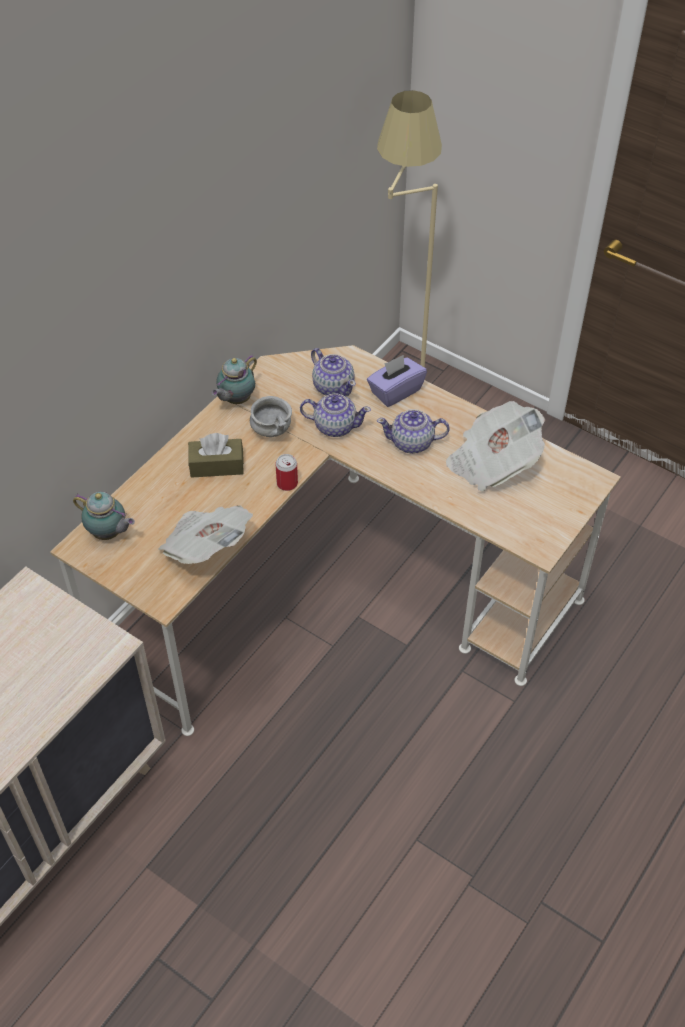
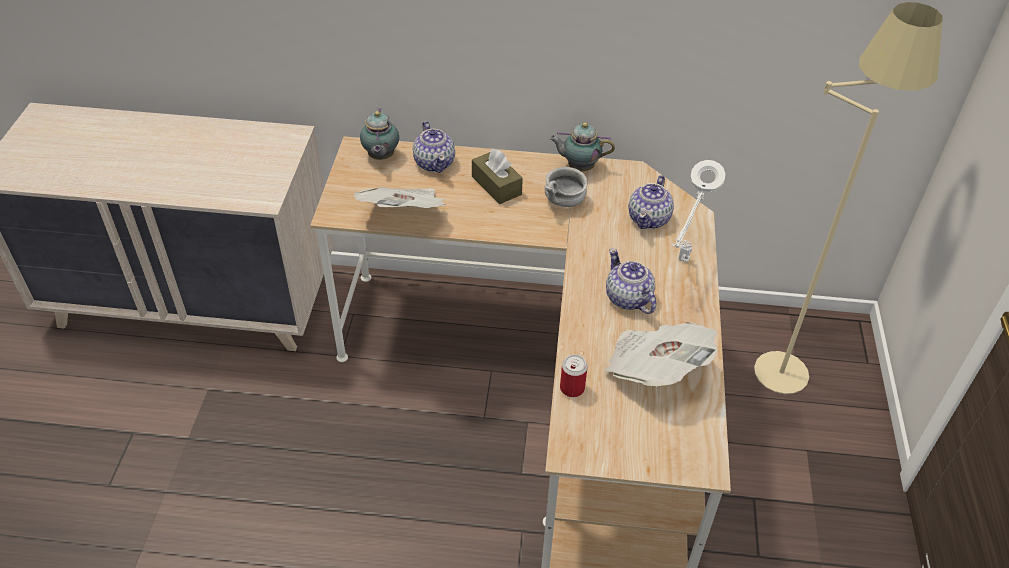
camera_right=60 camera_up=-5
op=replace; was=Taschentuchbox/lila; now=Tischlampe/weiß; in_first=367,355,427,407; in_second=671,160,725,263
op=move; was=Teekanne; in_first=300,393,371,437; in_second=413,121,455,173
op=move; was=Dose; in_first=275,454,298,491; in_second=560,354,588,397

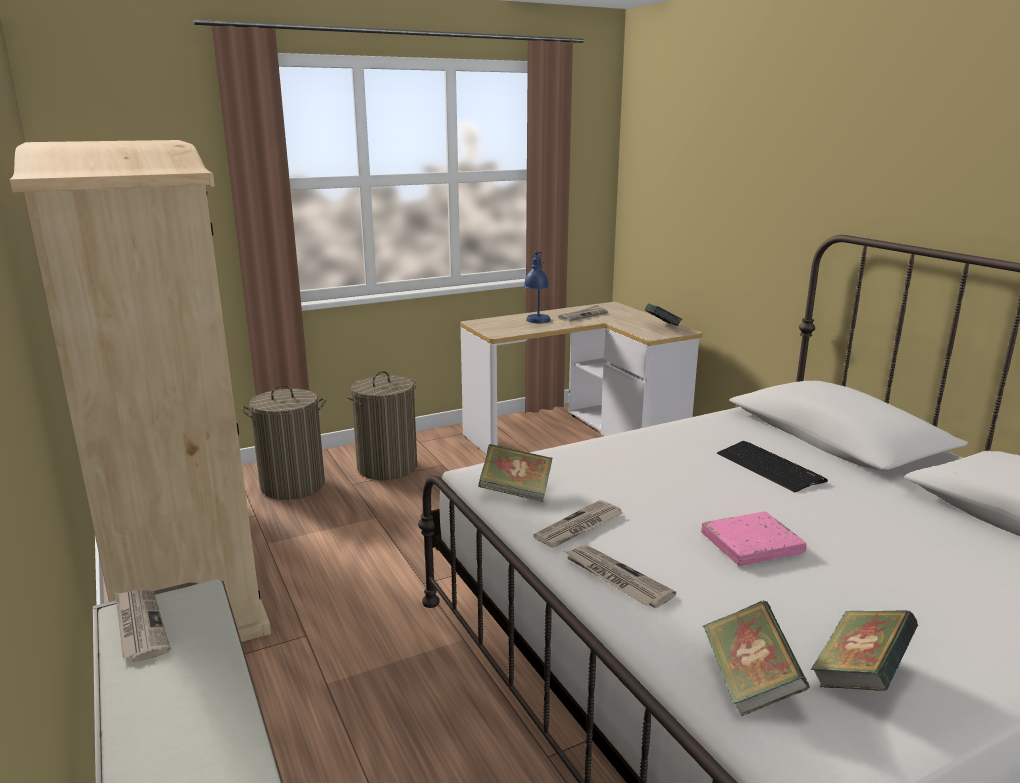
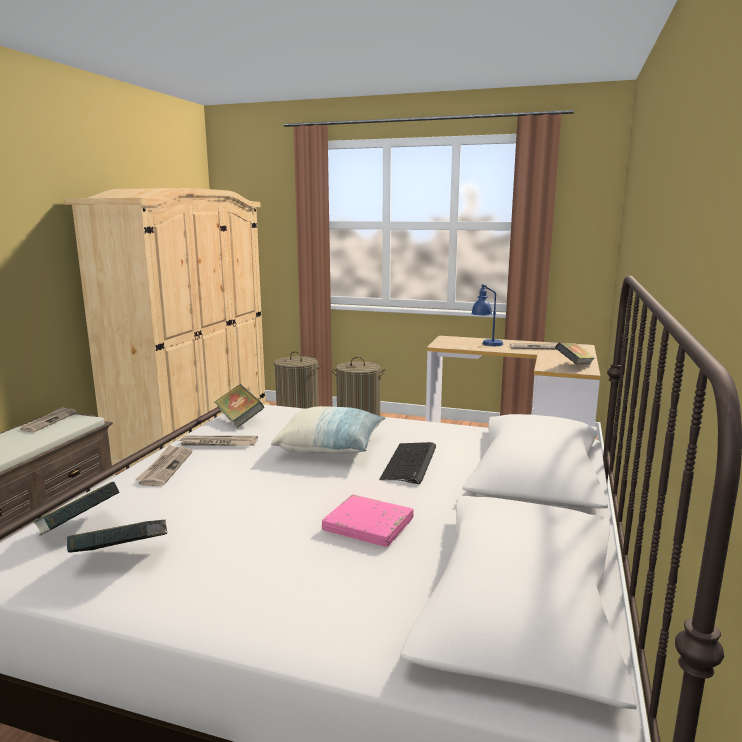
camera_right=45 camera_up=-5
op=move; was=Buch/rosa; in_first=701,512,807,566; in_second=322,495,414,547
op=insert; now=Kissen; in_second=271,406,385,454

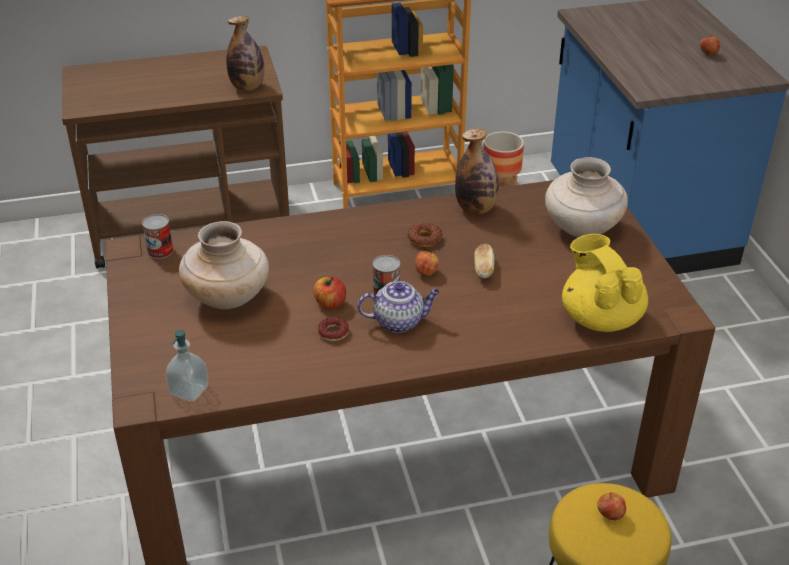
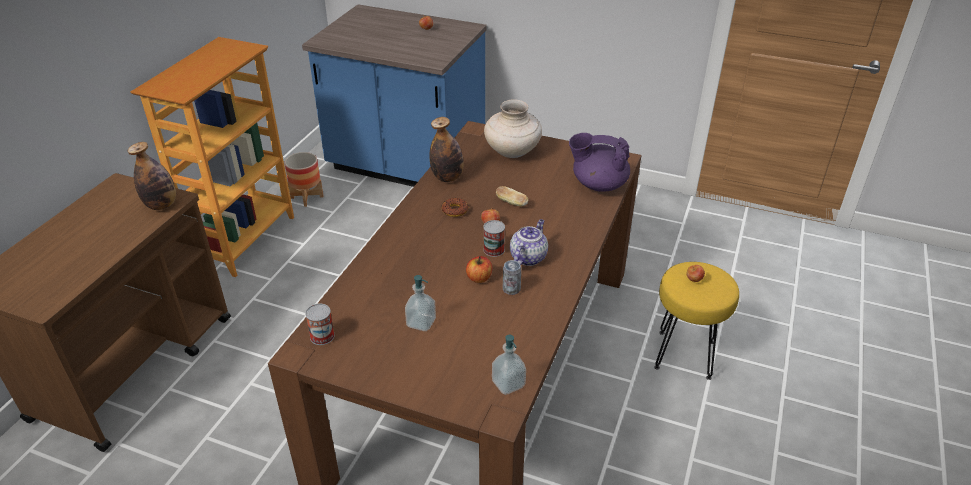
camera_right=-55 camera_up=0
op=replace; was=Vase/beige; now=Seifenspender; in_first=179,221,269,309; in_second=405,275,436,331
op=recolor; was=Teekanne/gelb; now=Teekanne/lila; in_first=562,234,648,332; in_second=569,133,630,192
op=replace; was=Donut; now=Dose; in_first=318,317,349,341; in_second=503,260,521,295

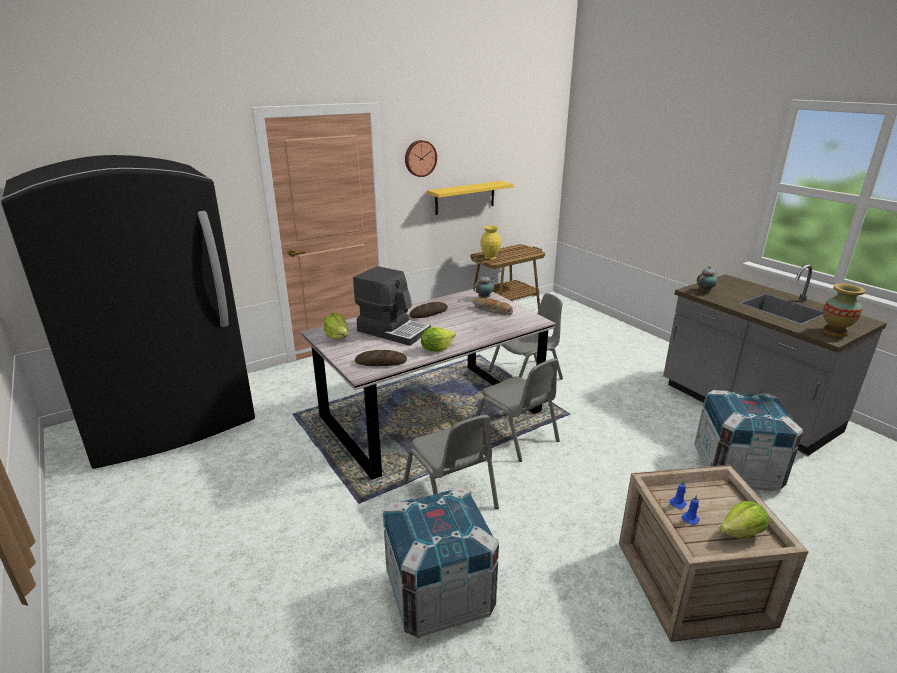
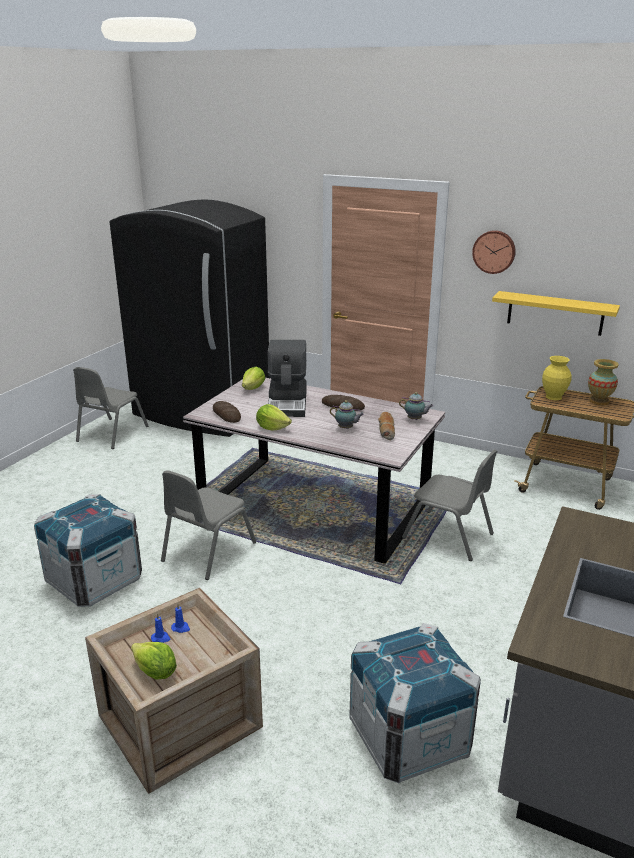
camera_right=60 camera_up=0
op=move; was=Teekanne; in_first=697,266,717,292; in_second=330,400,364,429
op=move; was=Vase; in_first=823,284,865,337; in_second=588,359,618,405
op=move; was=Stuhl/grau; in_first=475,358,560,462; in_second=73,367,149,449

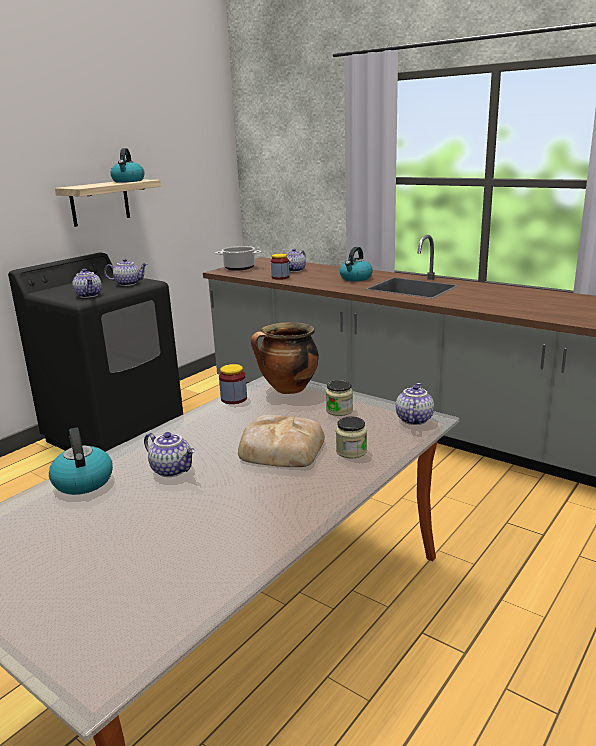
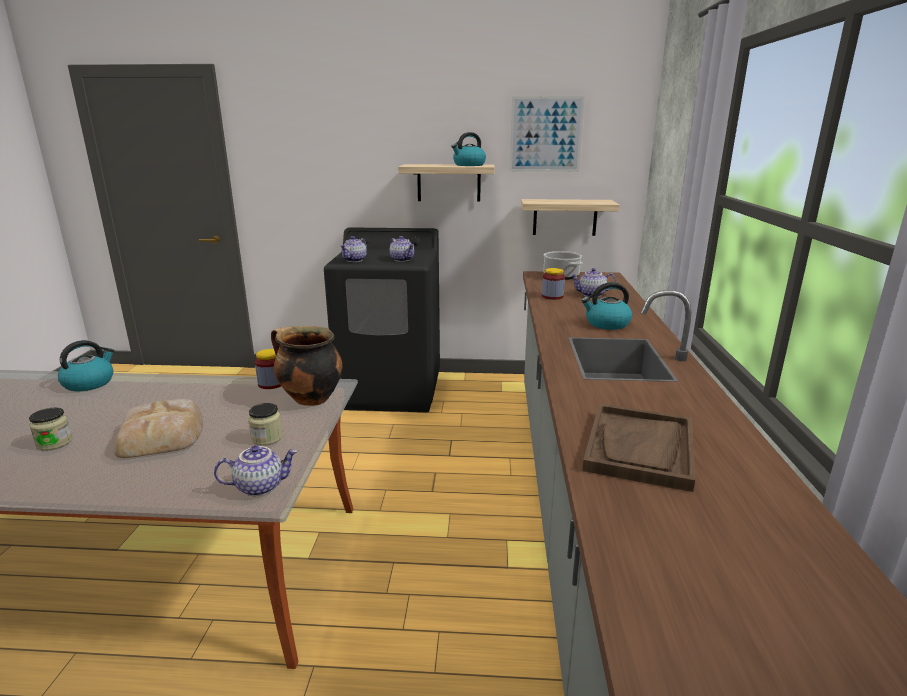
camera_right=55 camera_up=0
op=move; was=Vorratsglas; in_first=336,416,367,459; in_second=29,408,73,451
op=delete; was=Teekanne; in_first=144,432,195,477
op=insert; now=Bild; in_second=510,96,585,172
op=insert; now=Wandregal; in_second=521,199,620,236
op=insert; now=Tablett/braun; in_second=582,404,695,492

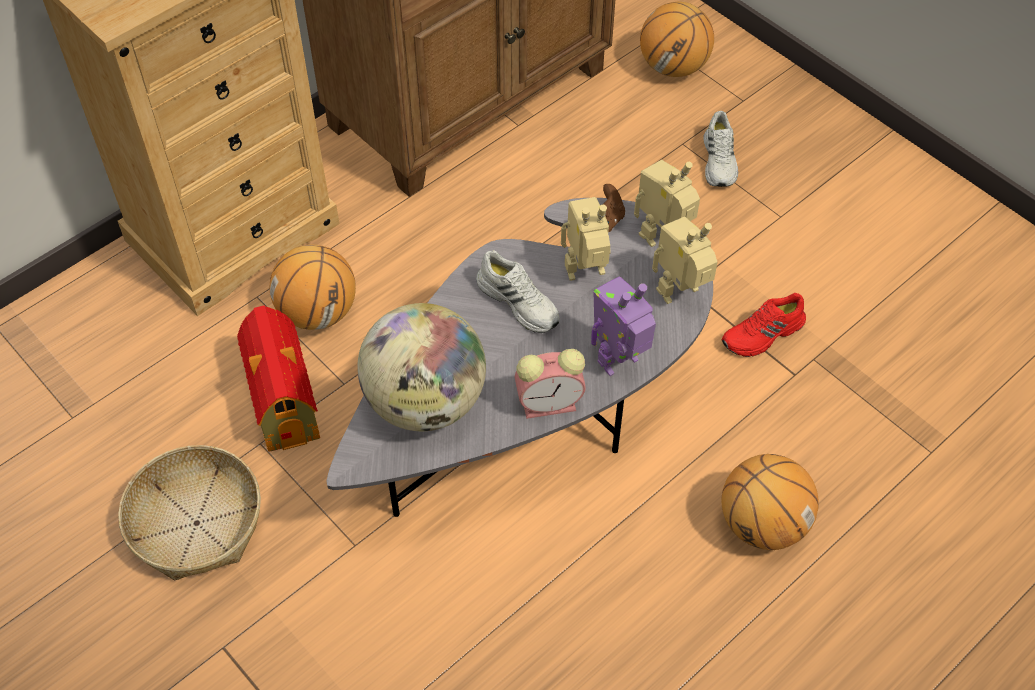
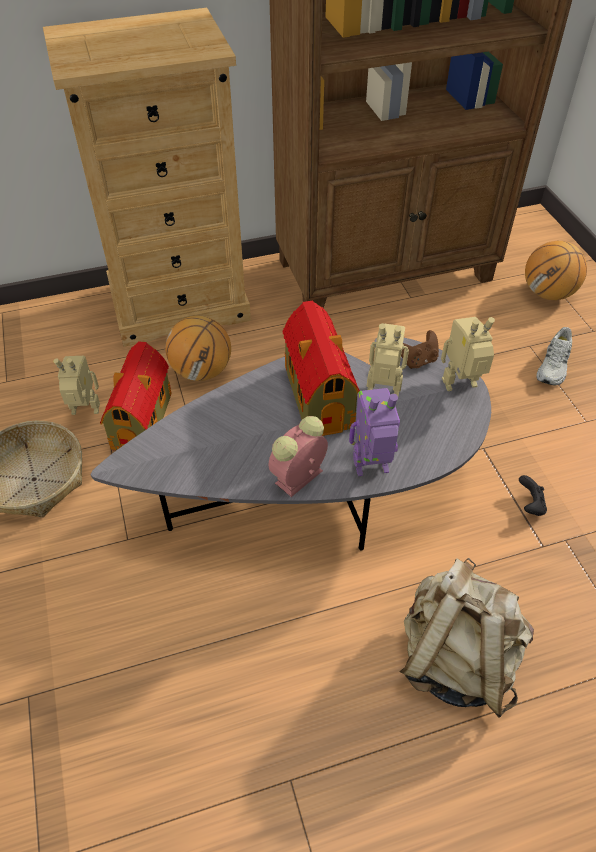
camera_right=25 camera_up=-5
op=move; was=Spielzeugroboter; in_first=652,217,718,304; in_second=53,356,100,415
op=replace; was=Schuh/weiß; now=Spielzeughaus; in_first=476,250,560,333; in_second=283,300,360,436
op=replace; was=Schuh/rot; now=Gamepad/schwarz; in_first=722,293,806,357; in_second=519,475,547,516
op=delete; was=Globus; in_first=357,303,486,431
op=rotate; was=Wecker; in_first=515,349,586,419; in_second=269,416,328,497; clockwise=120
op=replace; was=Basketball; now=Rucksack/beige; in_first=722,454,819,550; in_second=399,558,534,718

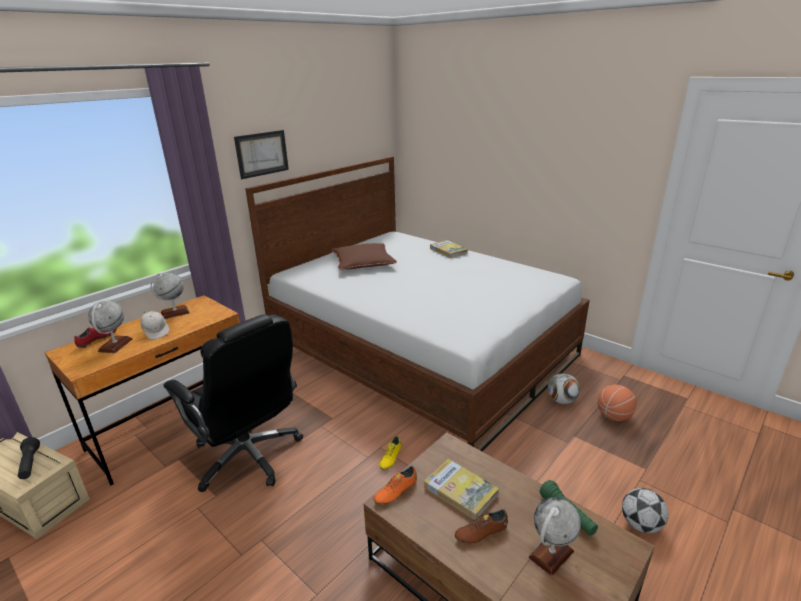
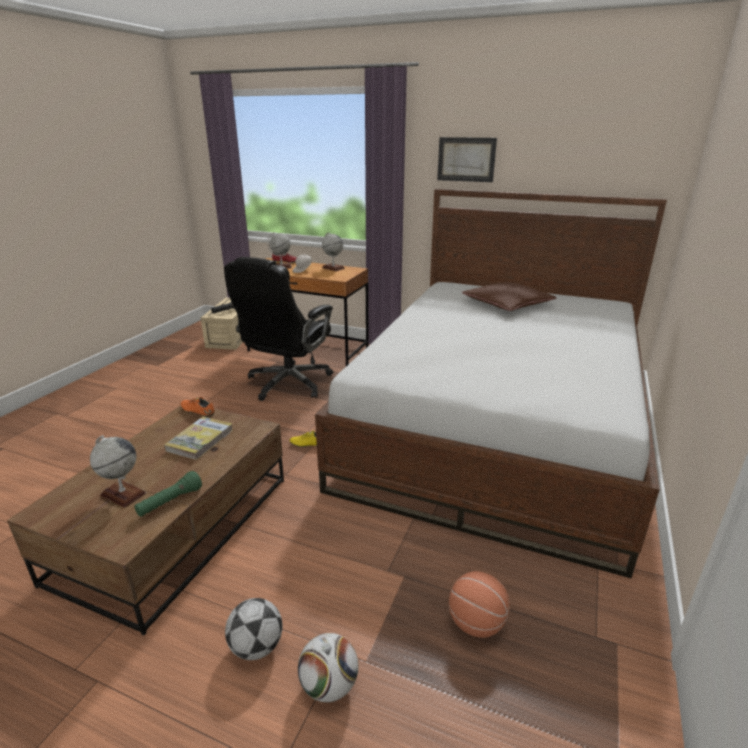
camera_right=70 camera_up=0
op=delete; was=Buch; in_first=430,240,468,258
op=move; was=Fußball; in_first=548,373,580,404; in_second=298,633,358,702
op=delete; was=Schuh/braun; in_first=455,509,508,544

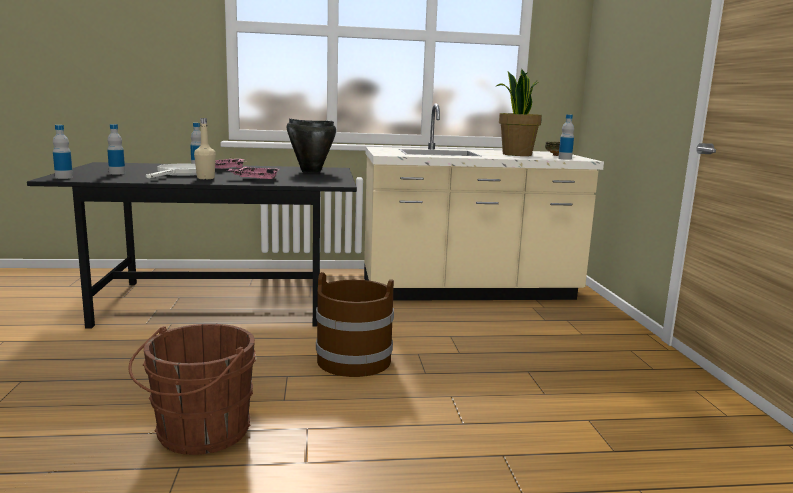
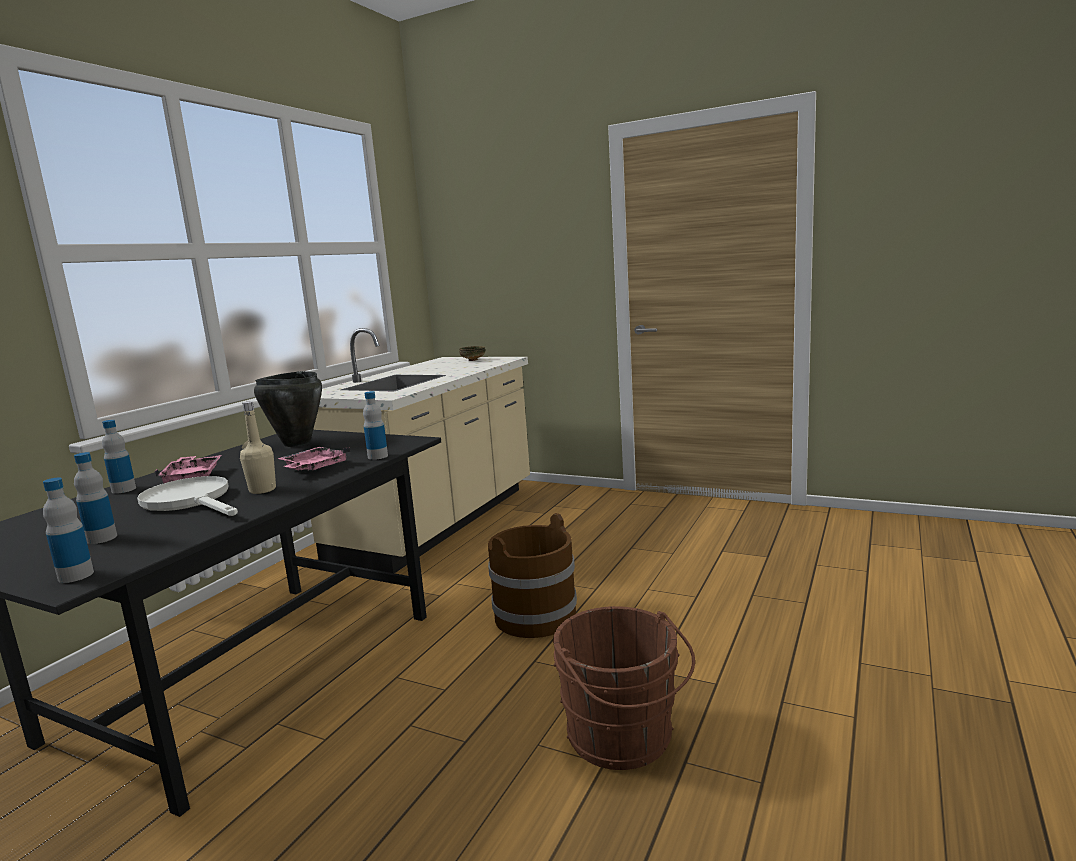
camera_right=-55 camera_up=0
op=delete; was=Topfpflanze; in_first=497,69,542,156
op=move; was=Flasche; in_first=558,114,574,160; in_second=363,391,388,460

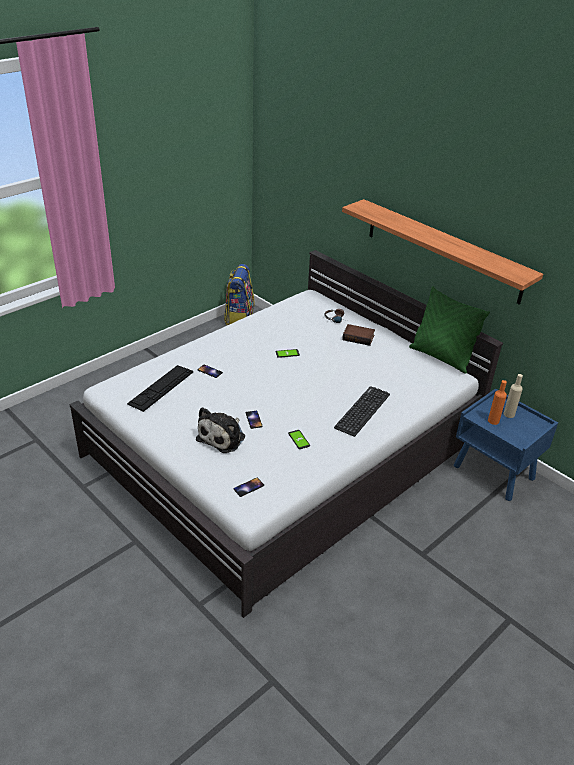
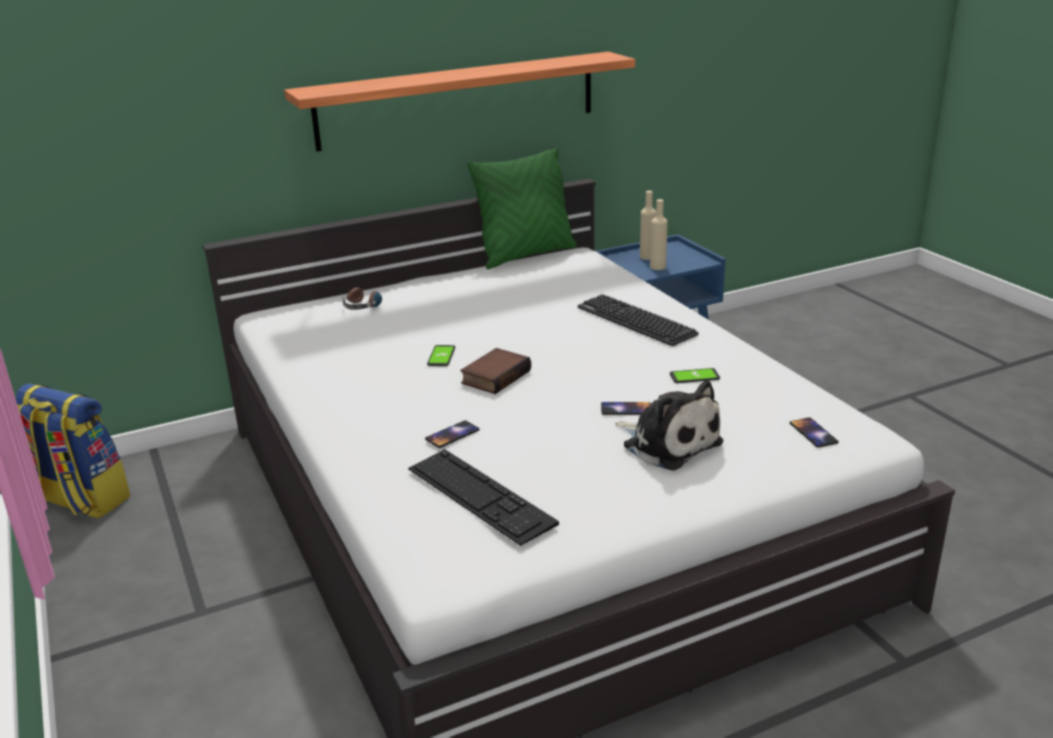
camera_right=-70 camera_up=-10
op=move; was=Buch; in_first=342,324,375,346; in_second=460,348,531,394
op=recolor; was=Flasche/orange; now=Flasche/beige; in_first=488,380,507,425; in_second=650,199,668,270

